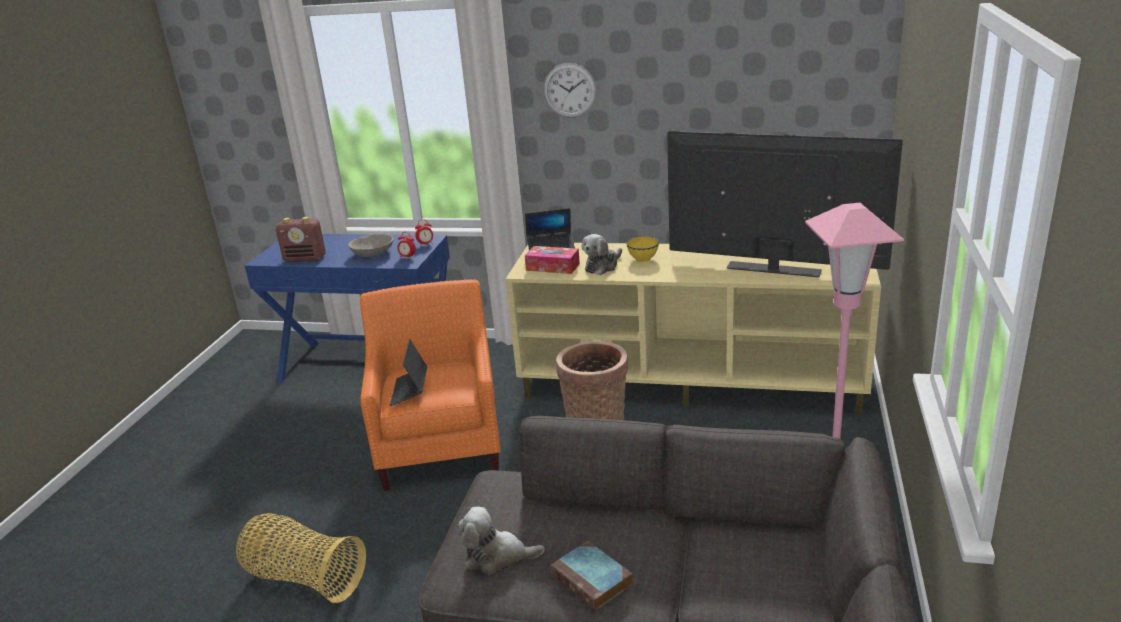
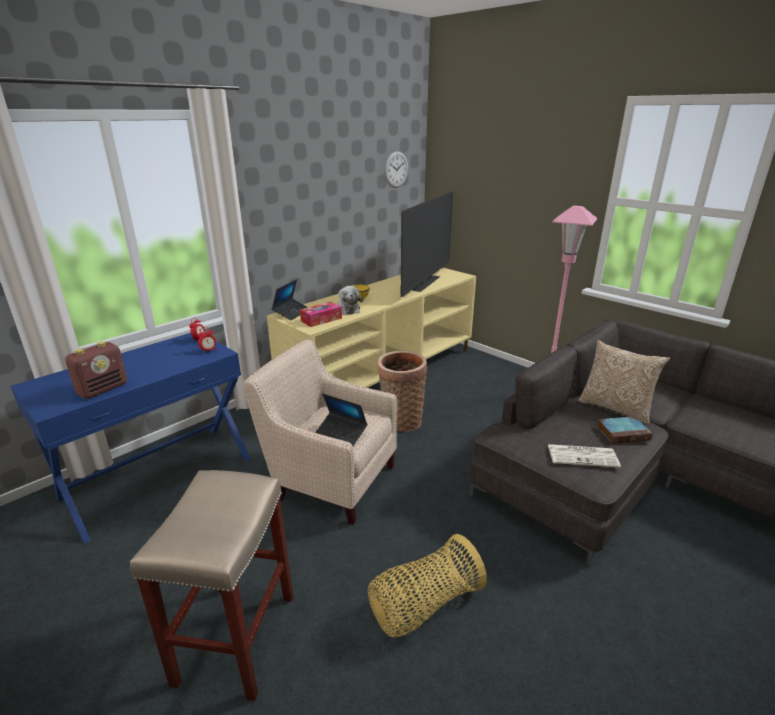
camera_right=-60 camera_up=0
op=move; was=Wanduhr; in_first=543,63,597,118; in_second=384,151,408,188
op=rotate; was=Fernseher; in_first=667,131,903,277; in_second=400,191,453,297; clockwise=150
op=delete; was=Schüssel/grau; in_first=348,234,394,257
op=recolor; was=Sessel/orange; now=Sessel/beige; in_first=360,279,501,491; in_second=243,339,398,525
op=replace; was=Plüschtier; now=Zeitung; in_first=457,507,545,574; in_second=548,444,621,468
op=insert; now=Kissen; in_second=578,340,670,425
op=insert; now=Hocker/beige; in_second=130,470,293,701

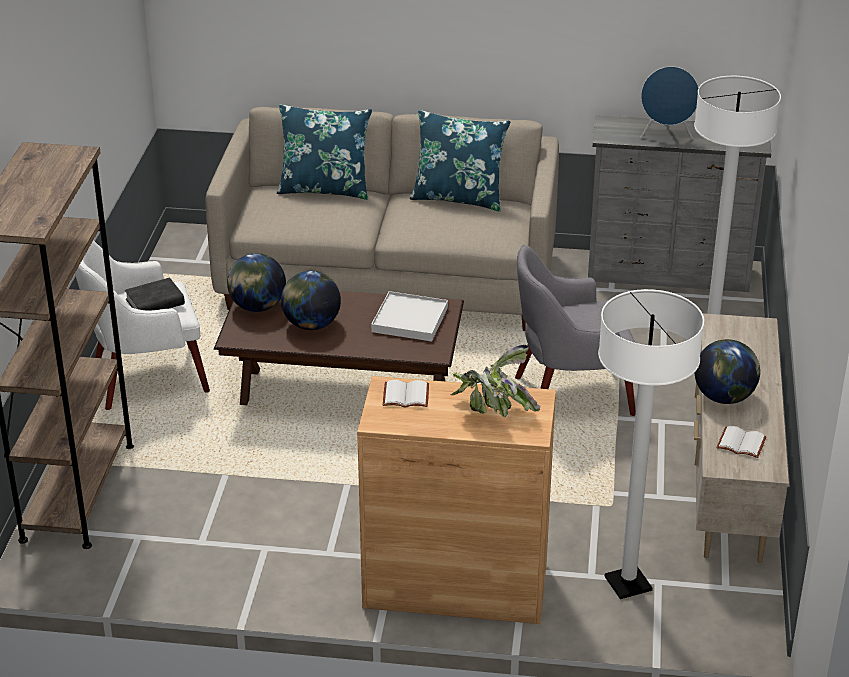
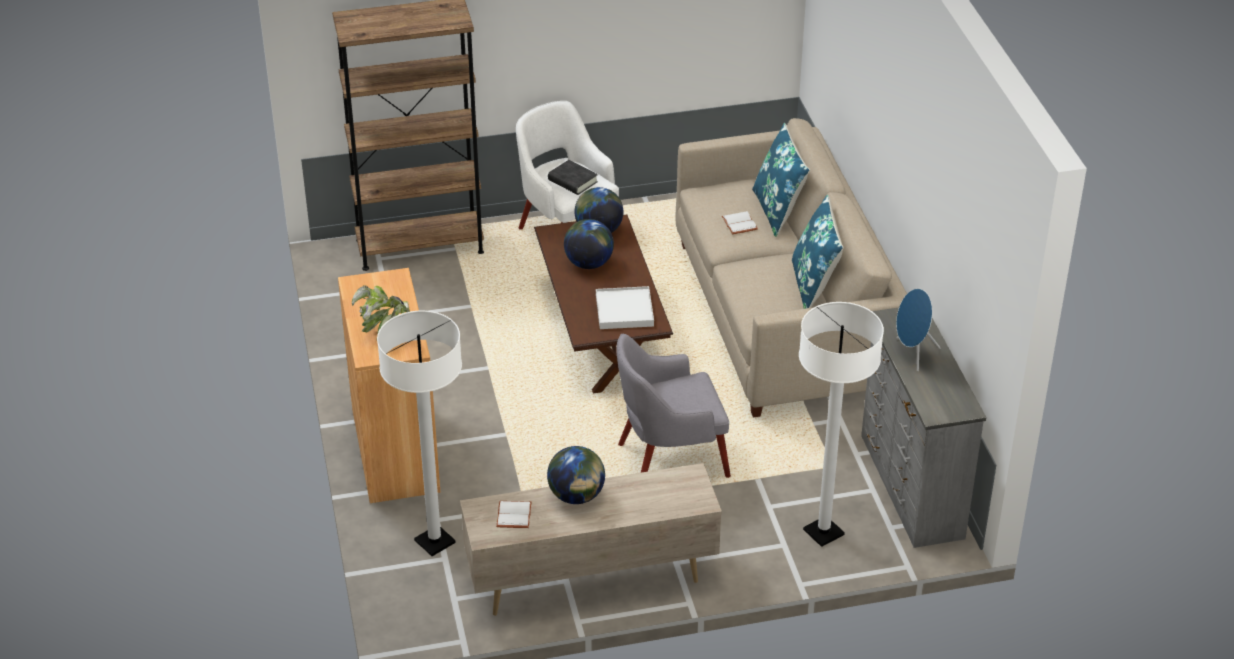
camera_right=70 camera_up=5
op=rotate; was=Sessel/grau; in_first=515,245,636,416; in_second=616,334,731,478; clockwise=-75
op=move; was=Buch/weiß; in_first=383,380,429,408; in_second=722,211,758,234

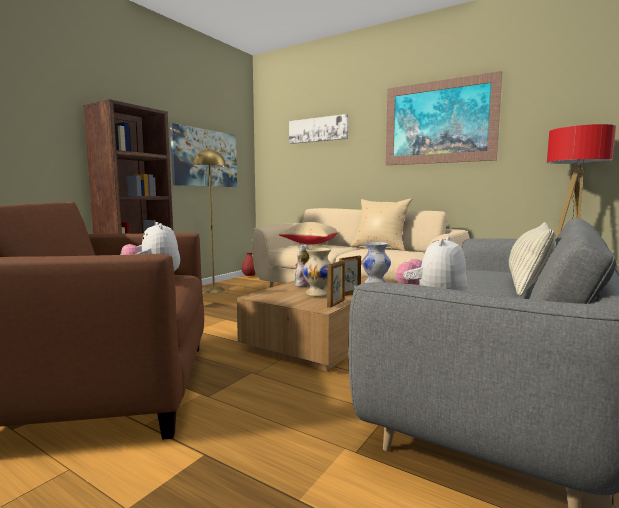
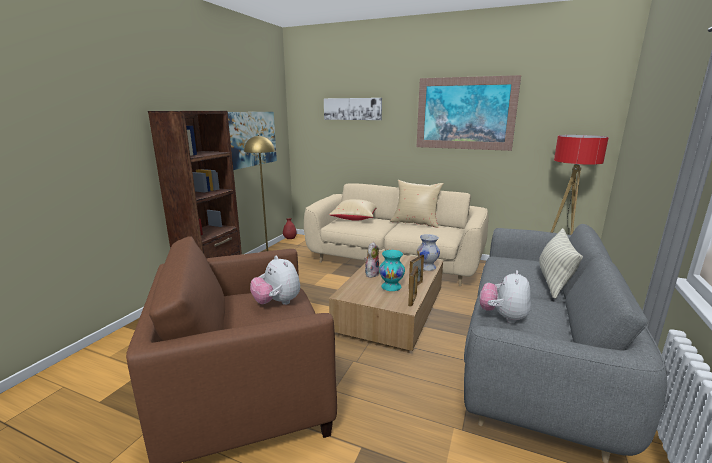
camera_right=-10 camera_up=10
op=recolor; was=Vase/beige; now=Vase/türkis; in_first=303,248,331,296; in_second=379,250,405,291

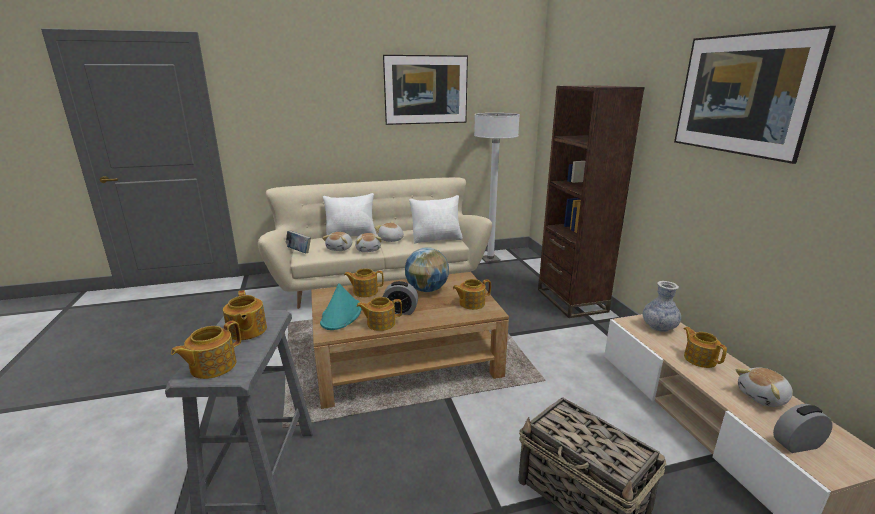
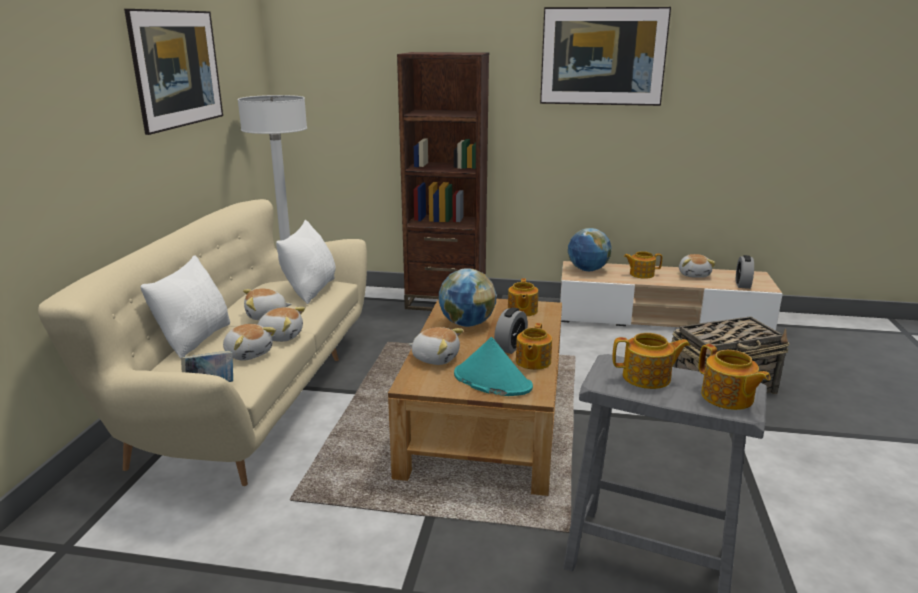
camera_right=-65 camera_up=0
op=replace; was=Teekanne; now=Plüschtier; in_first=344,268,384,297; in_second=409,327,464,365
op=replace; was=Vase; now=Globus; in_first=643,281,681,332; in_second=568,228,611,271

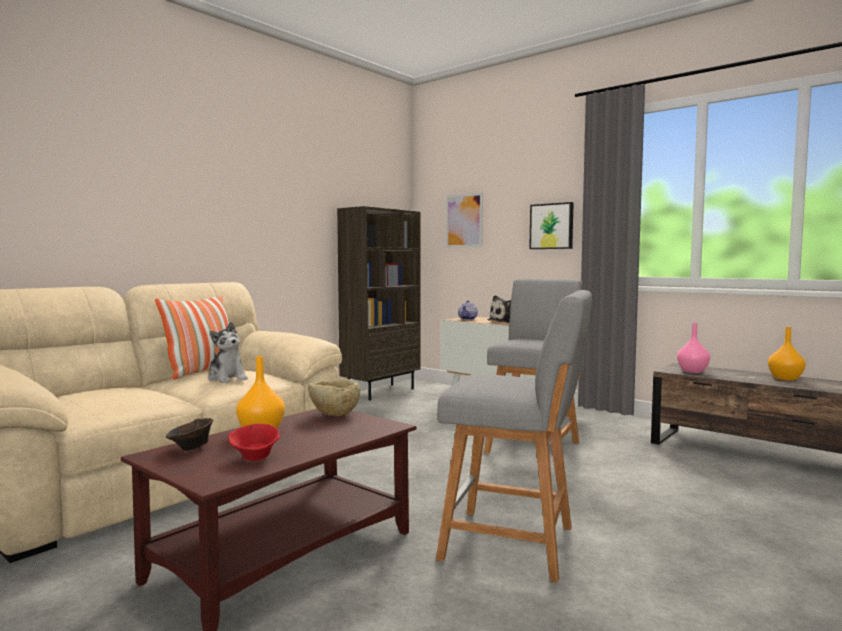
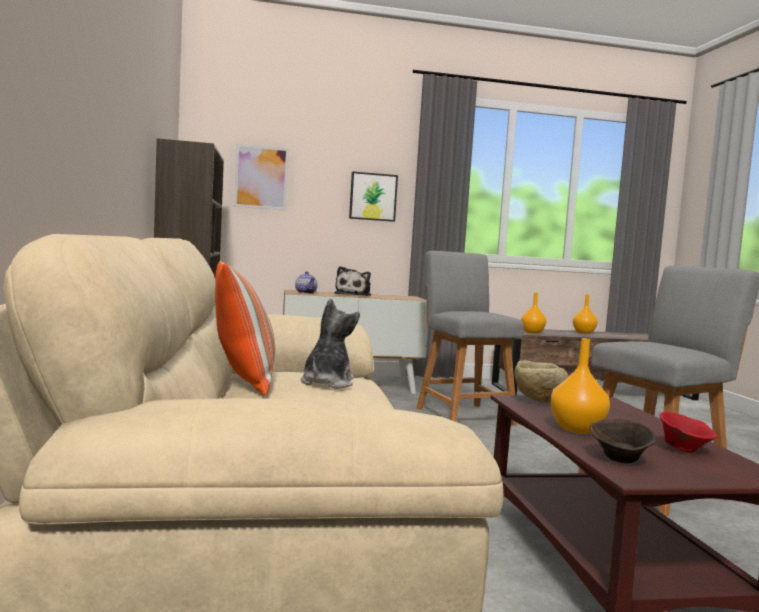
camera_right=-50 camera_up=0
op=rotate; was=Plüschtier; in_first=208,322,248,383; in_second=301,299,360,389; clockwise=-75
op=recolor; was=Vase/rosa; now=Vase/orange; in_first=677,323,710,373; in_second=521,293,546,334

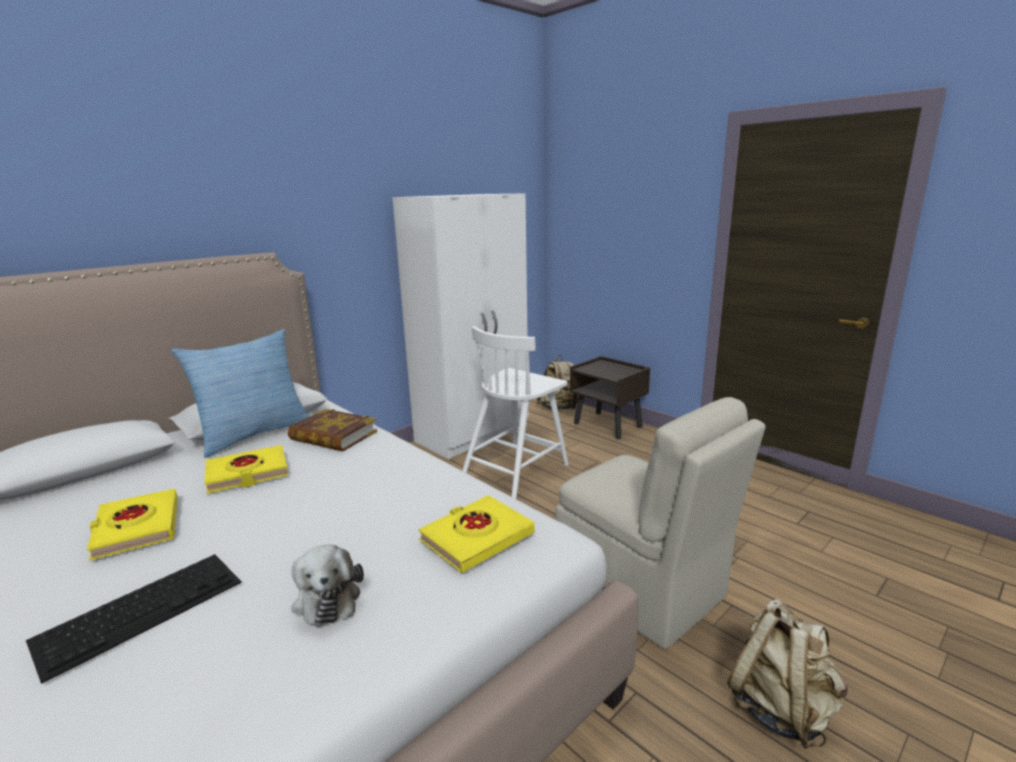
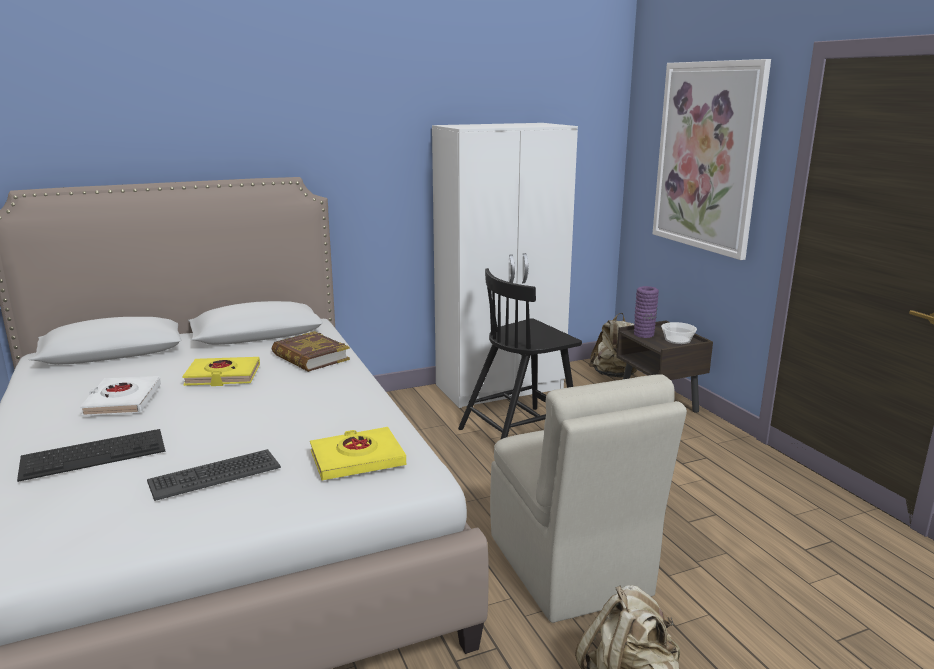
camera_right=20 camera_up=0
op=recolor; was=Stuhl/weiß; now=Stuhl/schwarz; in_first=462,326,569,499; in_second=458,268,582,440
op=delete; was=Kissen; in_first=171,329,309,458
op=recolor; was=Buch/gelb; now=Buch/weiß; in_first=87,489,178,560; in_second=80,376,161,416
op=replace; was=Plüschtier; now=Tastatur; in_first=291,544,364,627; in_second=147,449,281,501
op=insert; now=Bild; in_second=653,59,771,260
op=insert; now=Vase/lila; in_second=634,286,659,338
op=insert; now=Schüssel; in_second=661,322,697,344

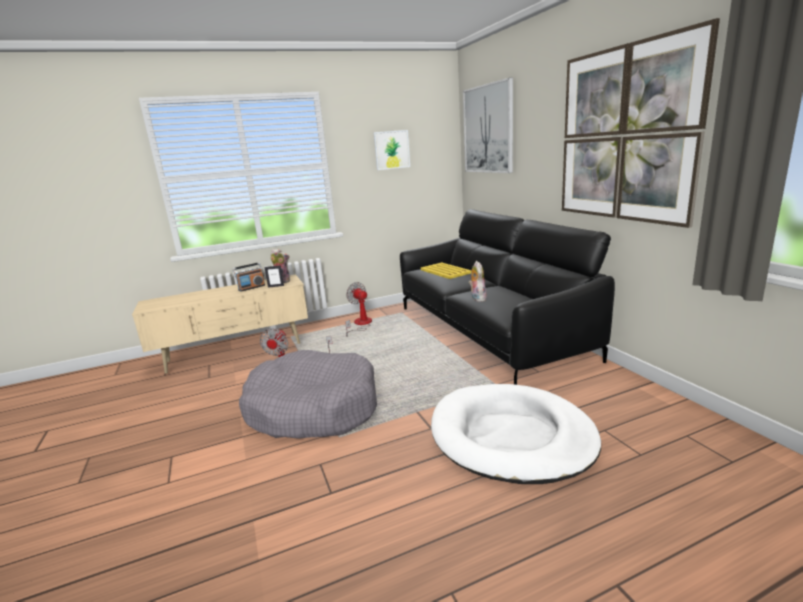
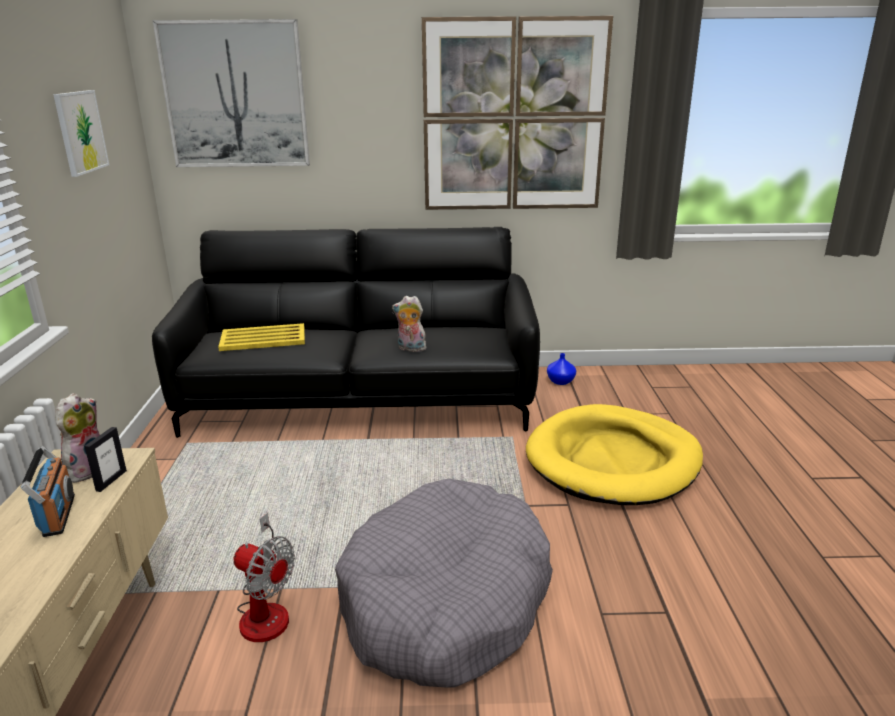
camera_right=-70 camera_up=5
op=delete; was=Ventilator; in_first=345,282,372,337
op=recolor; was=Hundebett/weiß; now=Hundebett/gelb; in_first=431,384,601,484; in_second=526,404,703,505
op=insert; now=Vase/blau; in_second=547,353,576,385

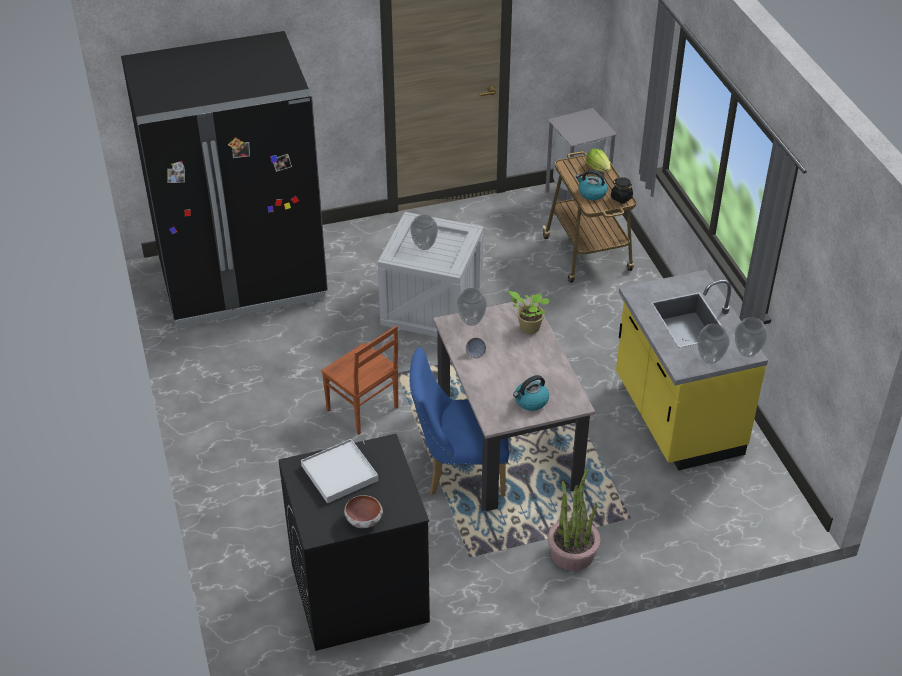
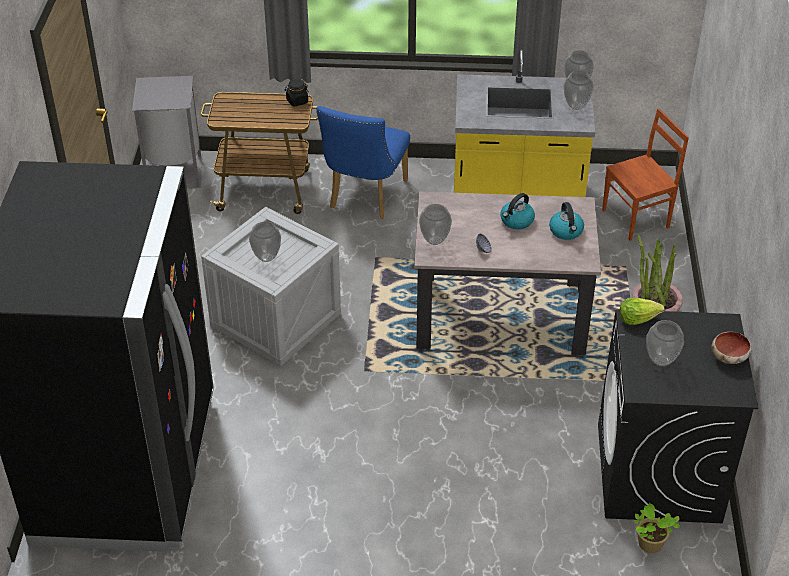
camera_right=-70 camera_up=0
op=move; was=Salatkopf; in_first=586,149,611,173; in_second=620,298,665,325
op=move; was=Wasserkessel; in_first=576,170,607,200; in_second=500,193,535,230
op=move; was=Topfpflanze; in_first=508,291,550,334; in_second=634,503,680,553
op=move; was=Stuhl/braun; in_first=321,325,398,435; in_second=602,108,689,241
op=move; was=Stuhl/blau; in_first=409,347,509,496; in_second=316,106,410,219
op=replace; was=Tablett/weiß; now=Vase; in_first=301,439,378,503; in_second=646,320,684,366

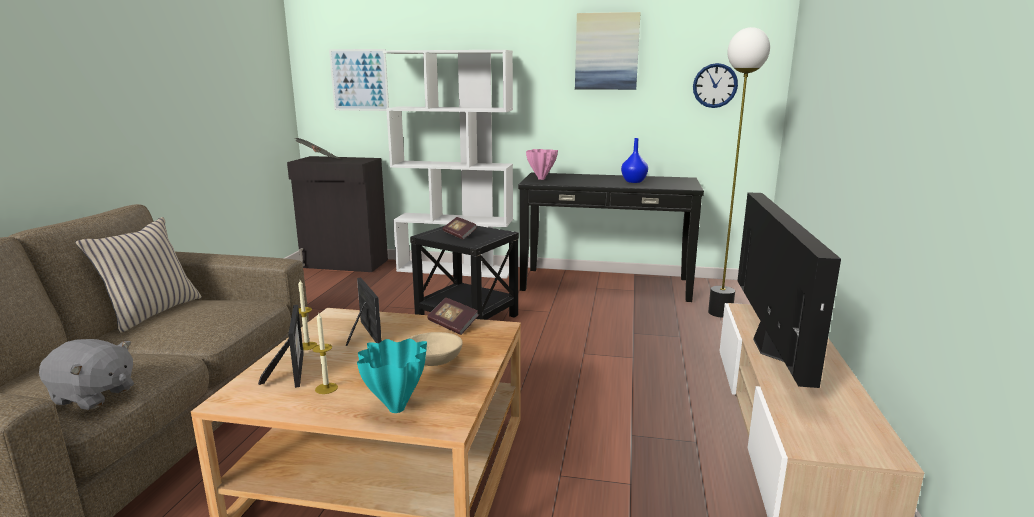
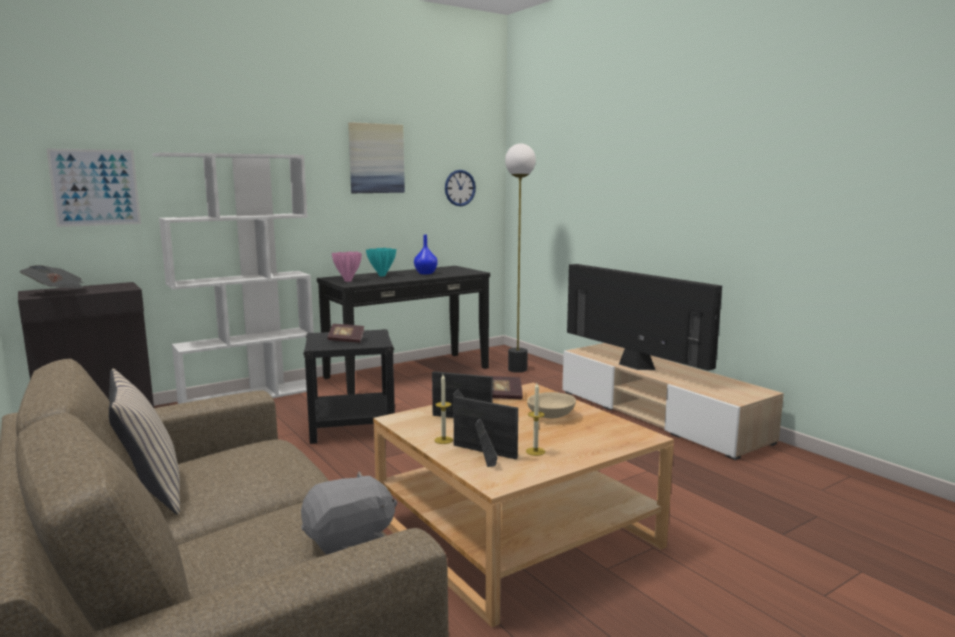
camera_right=-45 camera_up=-5
op=move; was=Vase/türkis; in_first=357,339,427,413; in_second=366,248,396,276

